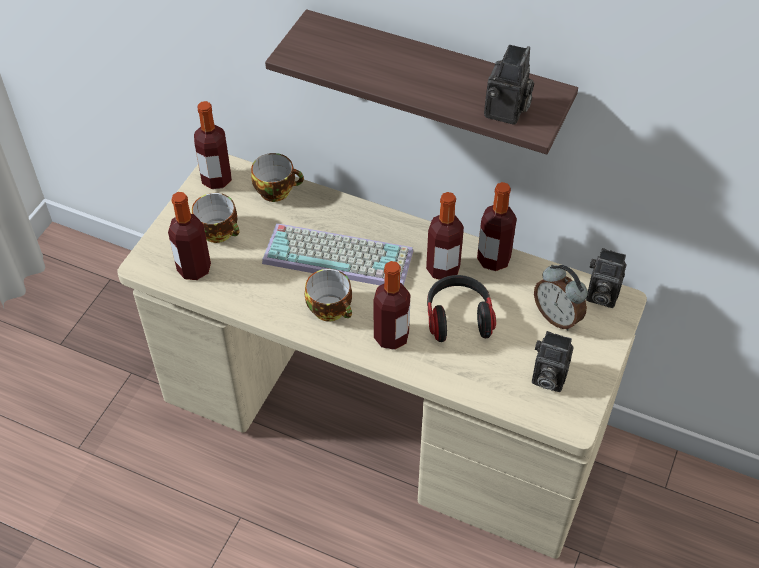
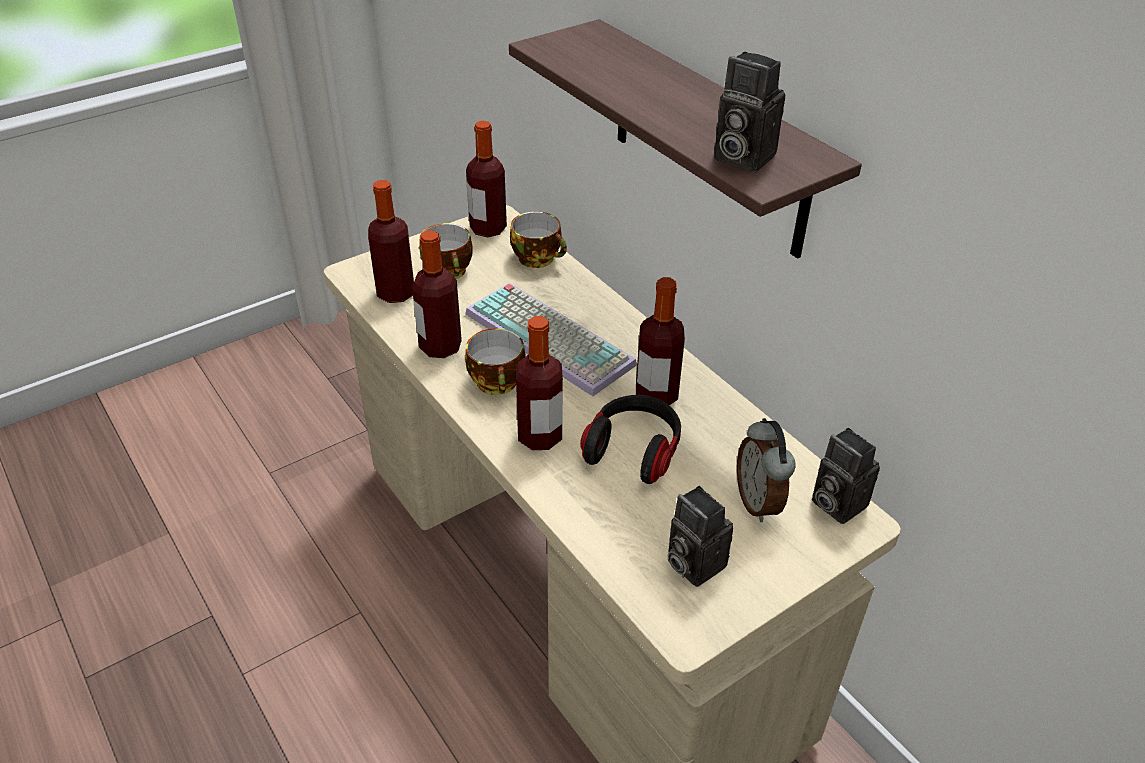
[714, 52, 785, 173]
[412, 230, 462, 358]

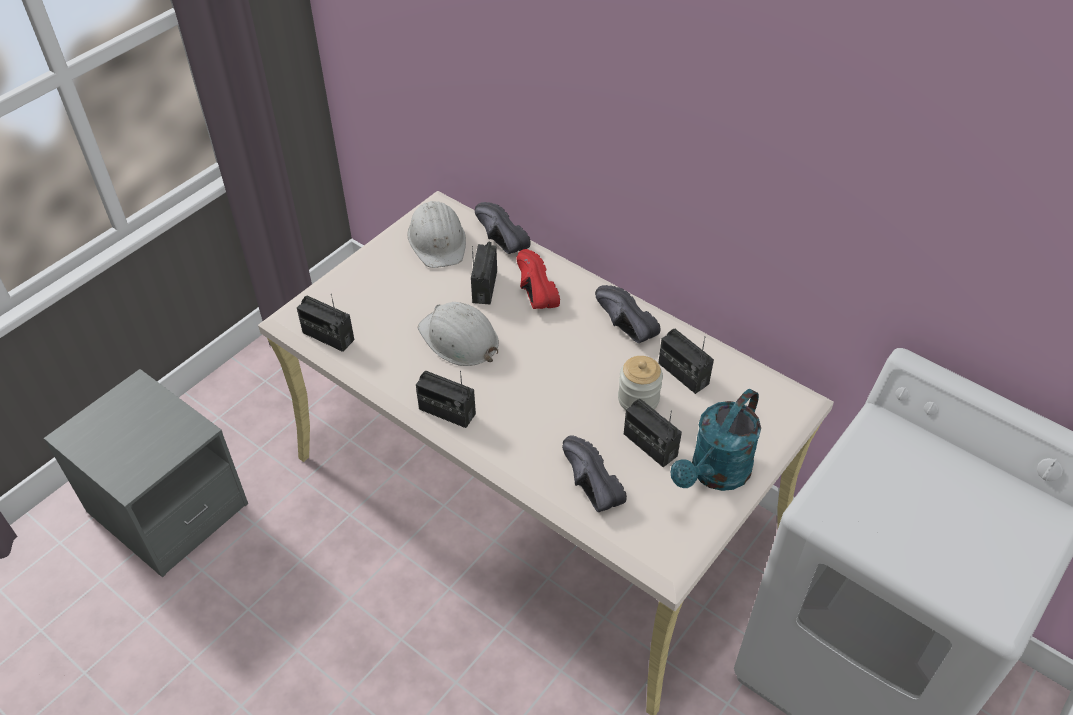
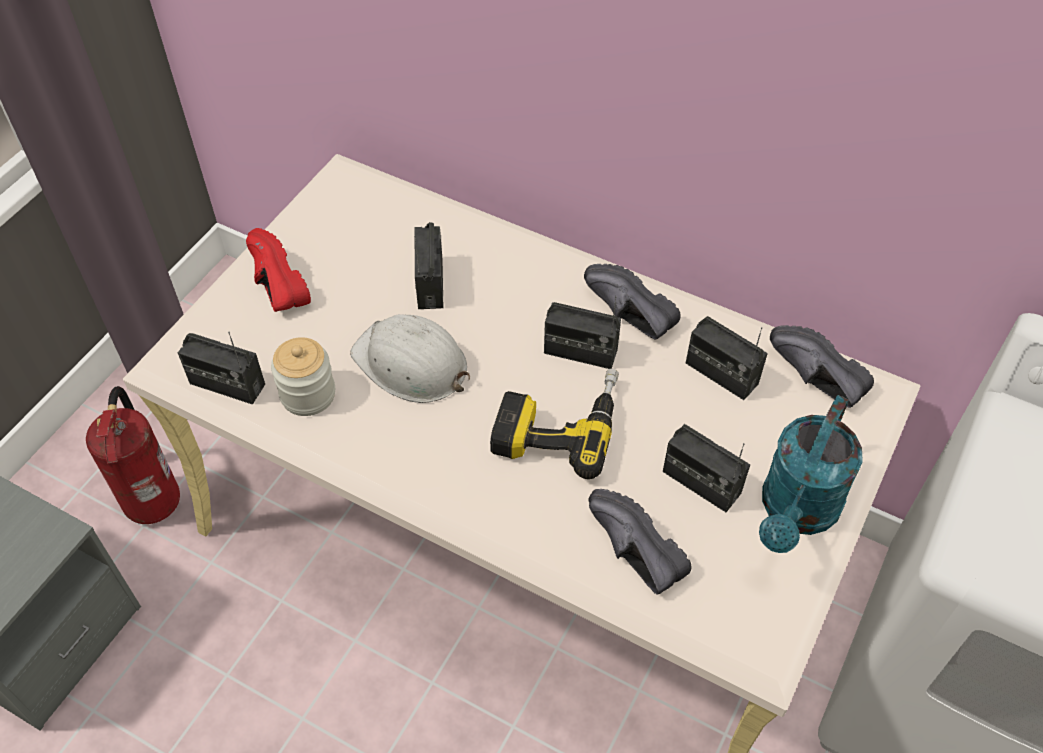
[407, 201, 466, 268] (first image)
[770, 325, 874, 408]
[246, 228, 311, 312]
[271, 337, 335, 416]
[544, 296, 621, 369]
[490, 369, 619, 479]
[86, 386, 180, 524]

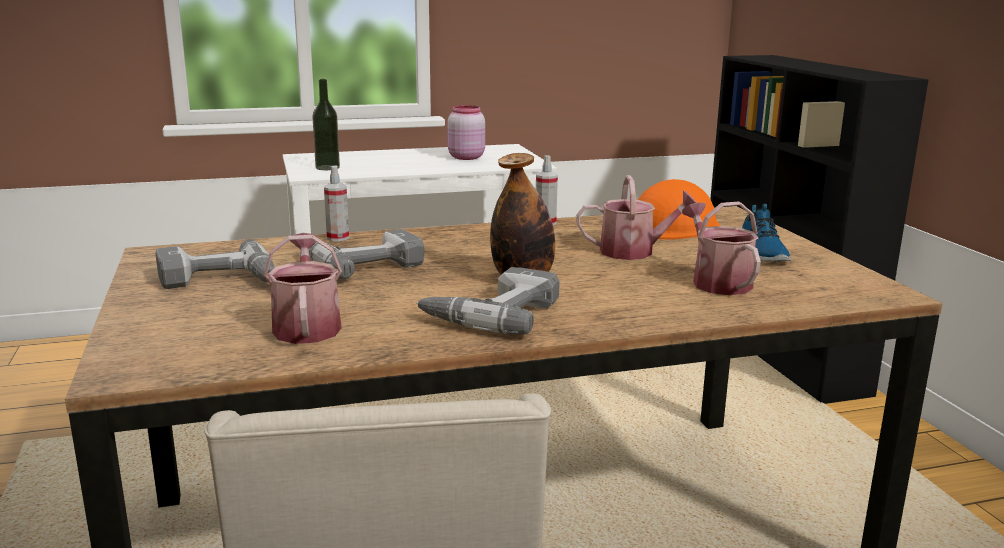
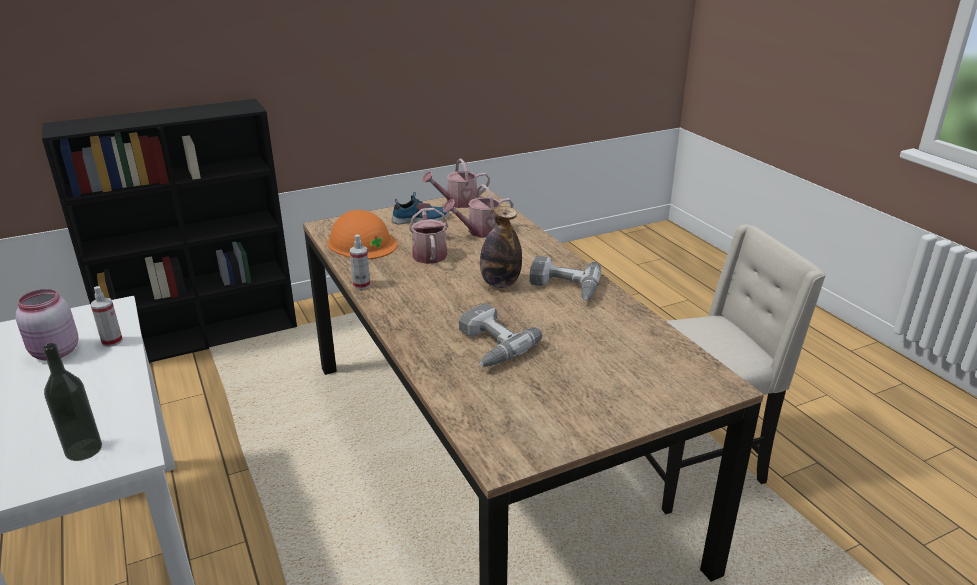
[90, 286, 123, 347]
[422, 159, 490, 208]
[155, 240, 274, 289] (first image)

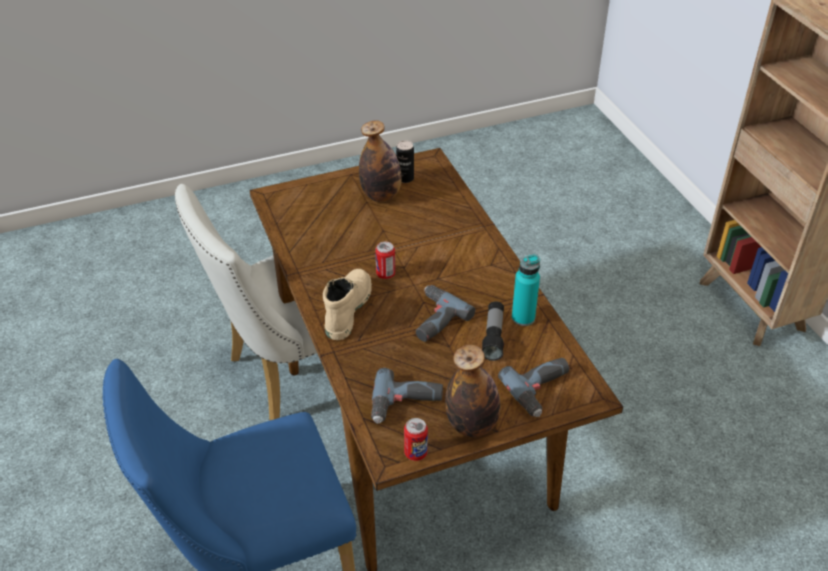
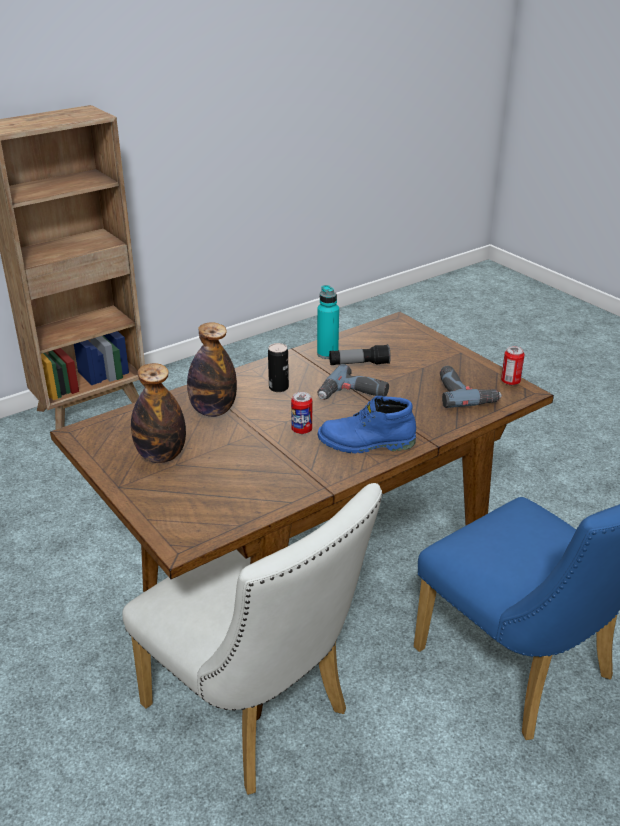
[268, 343, 289, 392]
[318, 396, 416, 453]
[187, 322, 237, 417]
[498, 358, 569, 417] (first image)

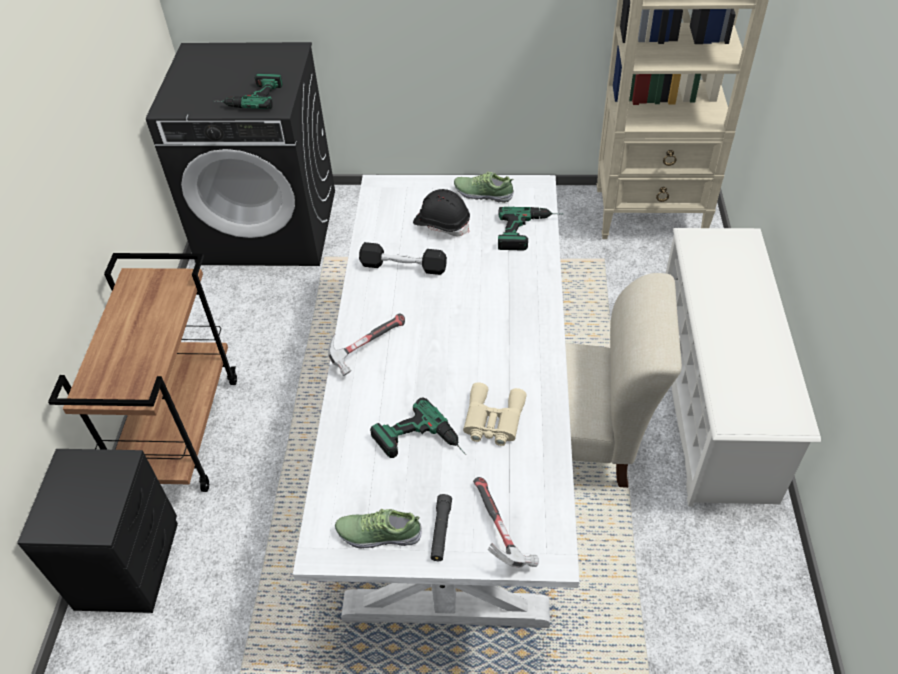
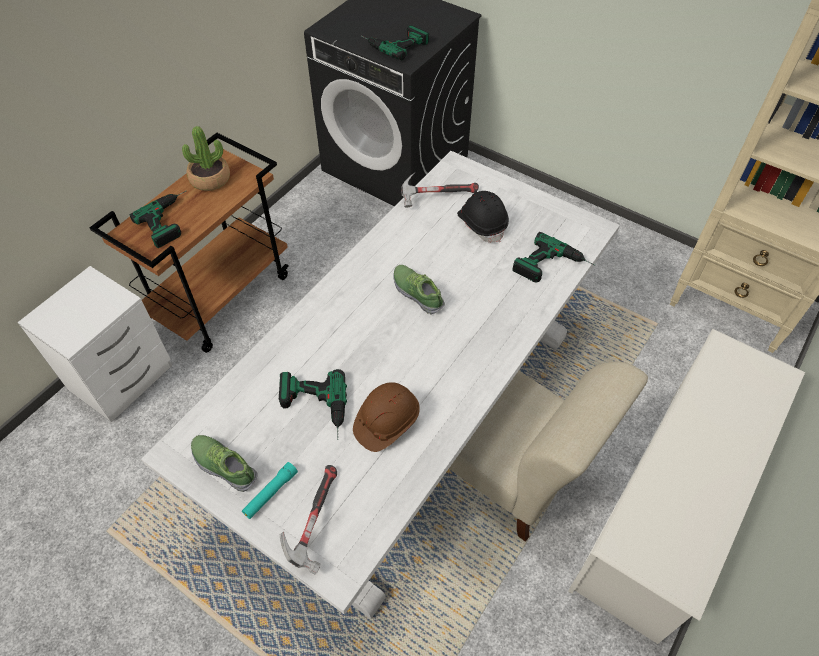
[393, 265, 445, 315]
[359, 242, 447, 275] (first image)
[401, 173, 479, 207]
[353, 382, 420, 452]
[18, 266, 172, 422]
[242, 462, 298, 519]
[182, 126, 230, 191]
[129, 190, 187, 248]

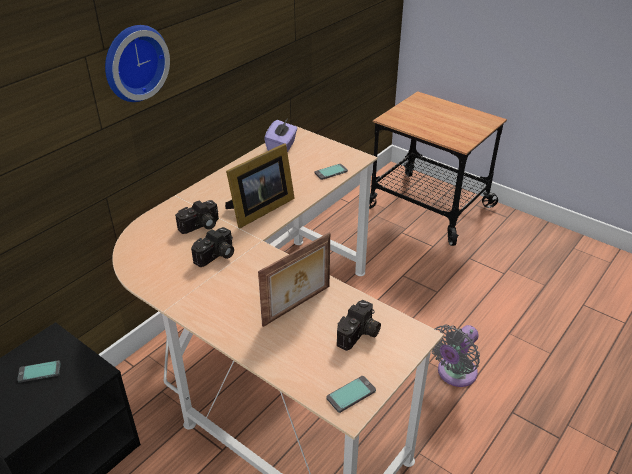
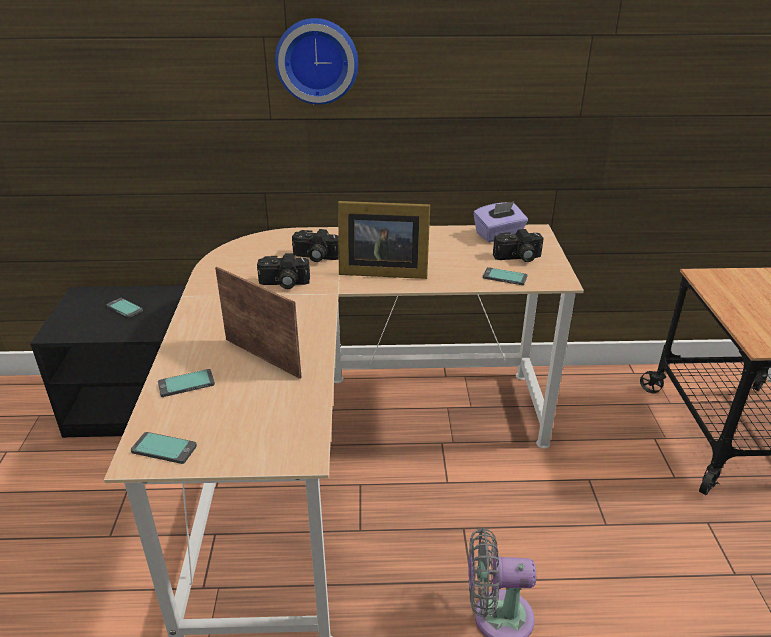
[215, 267, 302, 379]
[493, 229, 543, 262]
[158, 369, 215, 397]

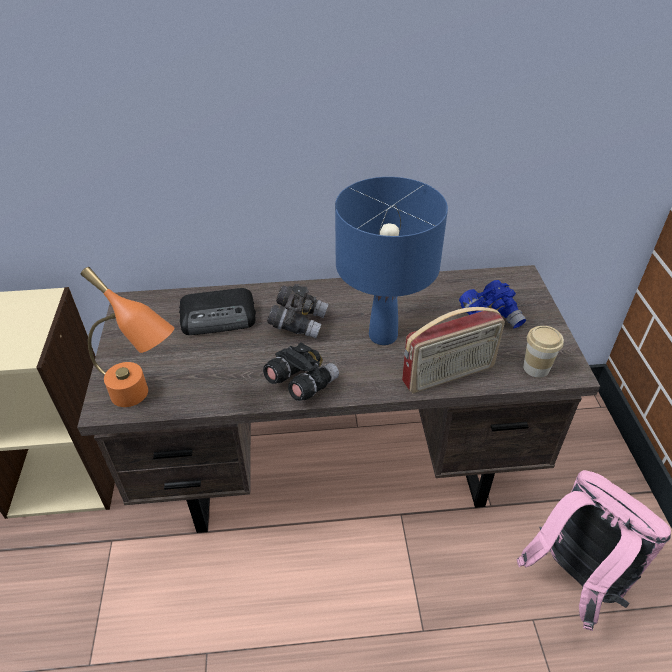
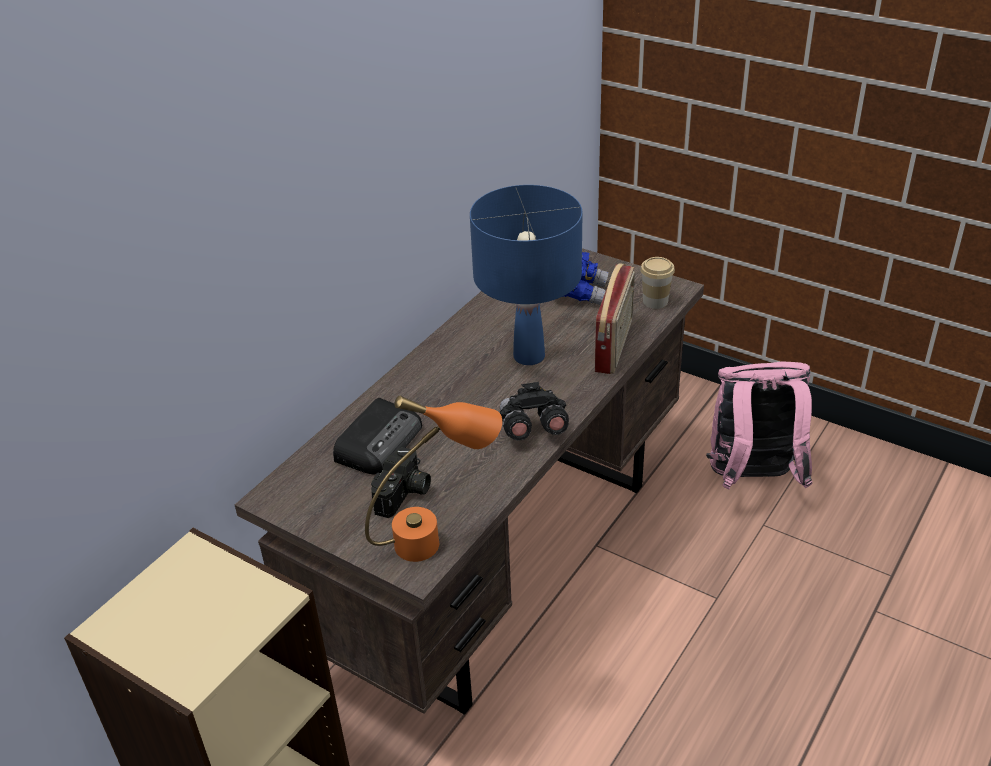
[267, 284, 329, 338] (first image)
[371, 447, 431, 518]

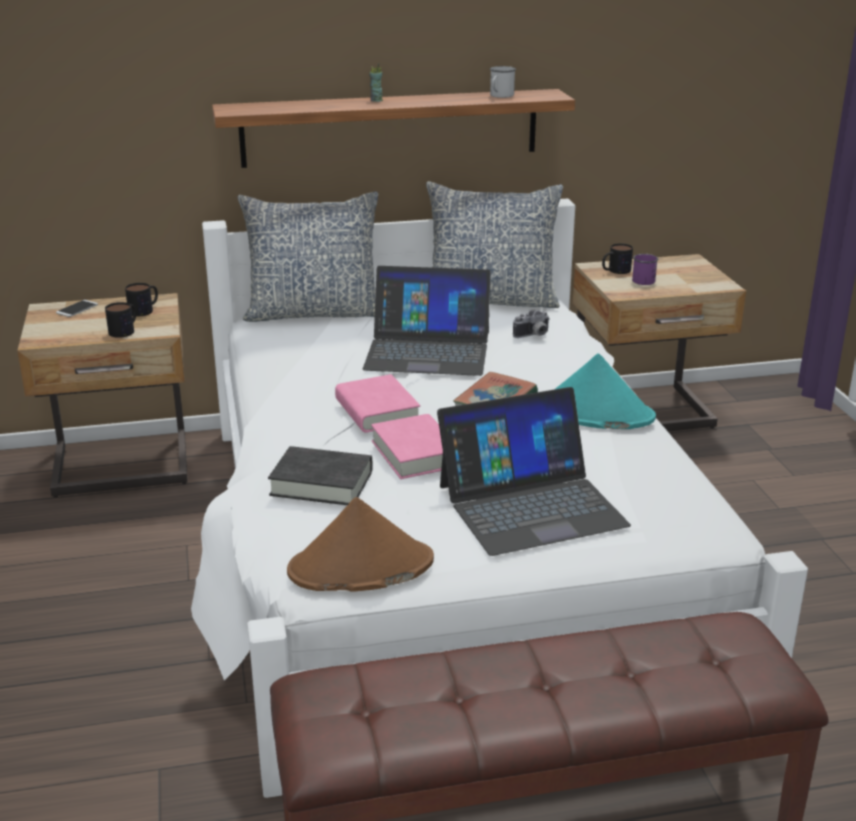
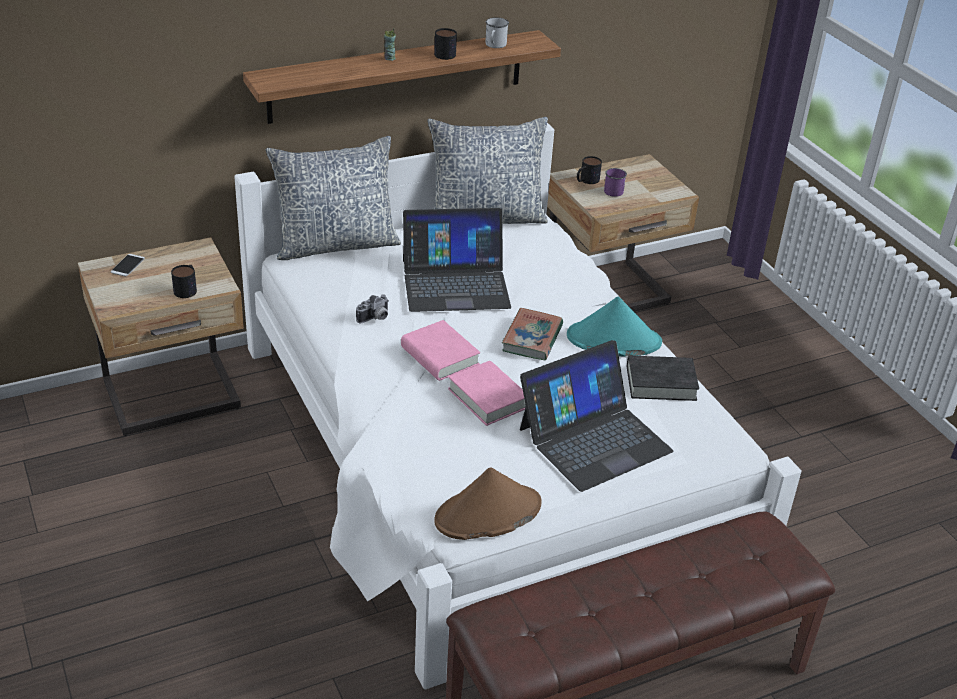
[434, 28, 457, 60]
[356, 294, 389, 323]
[627, 355, 699, 401]

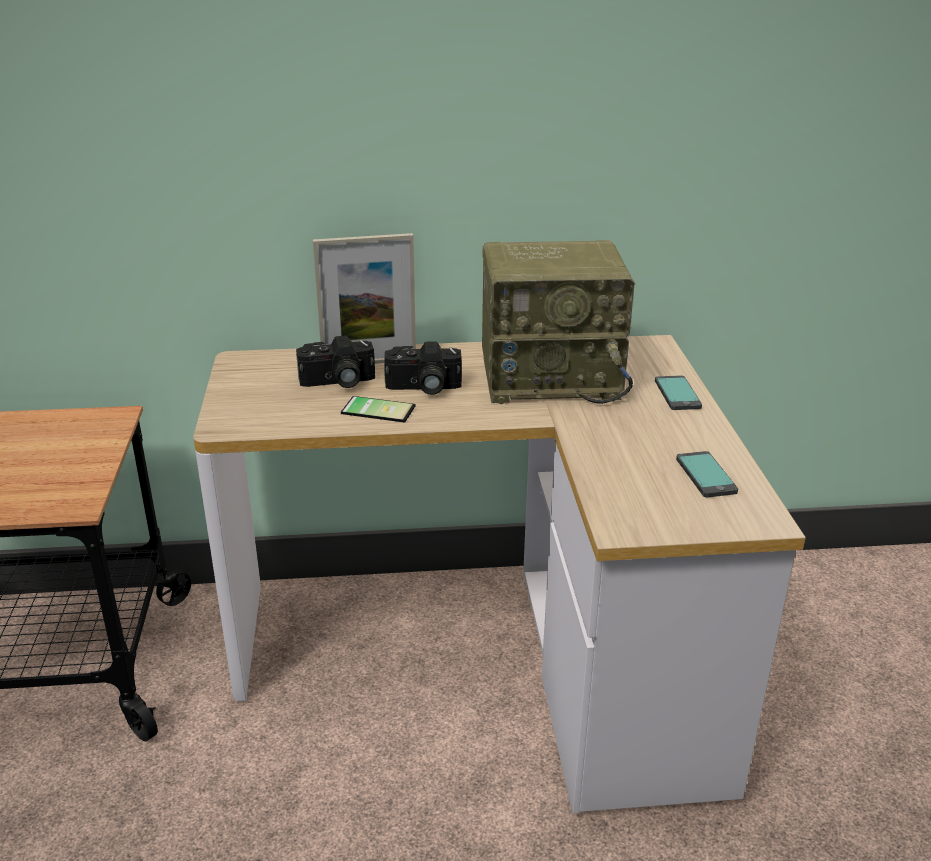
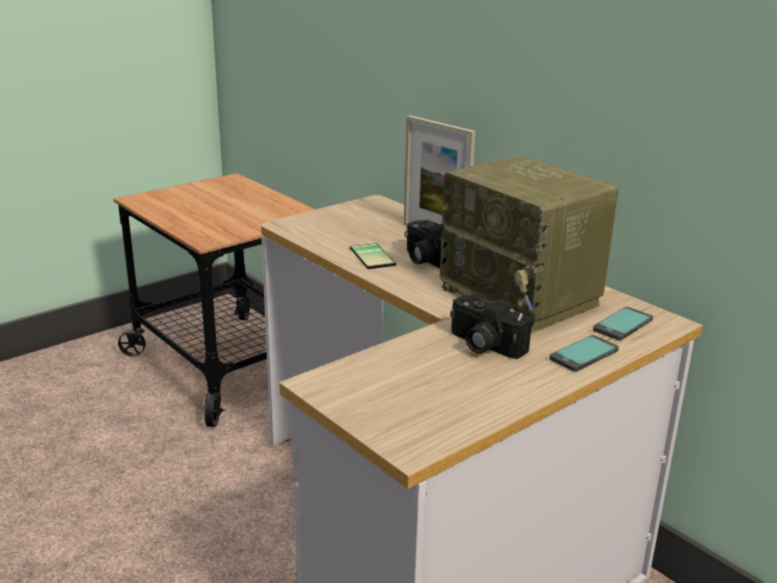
[450, 294, 532, 359]
[593, 307, 653, 341]

